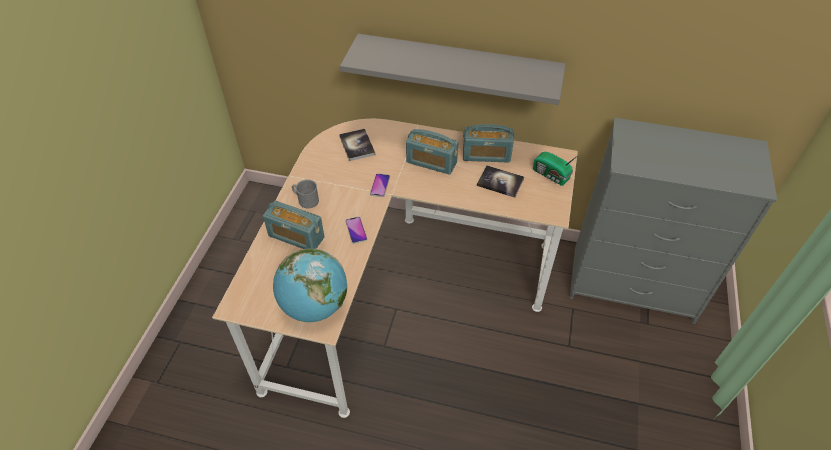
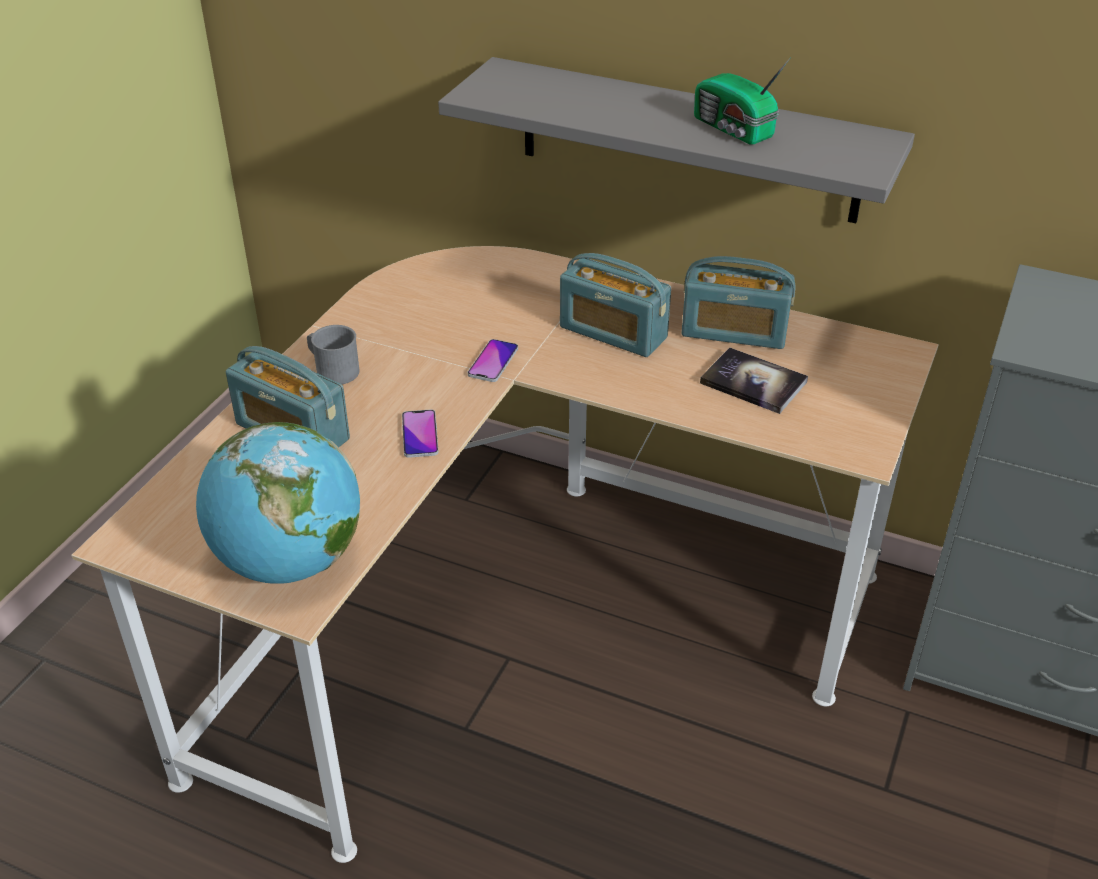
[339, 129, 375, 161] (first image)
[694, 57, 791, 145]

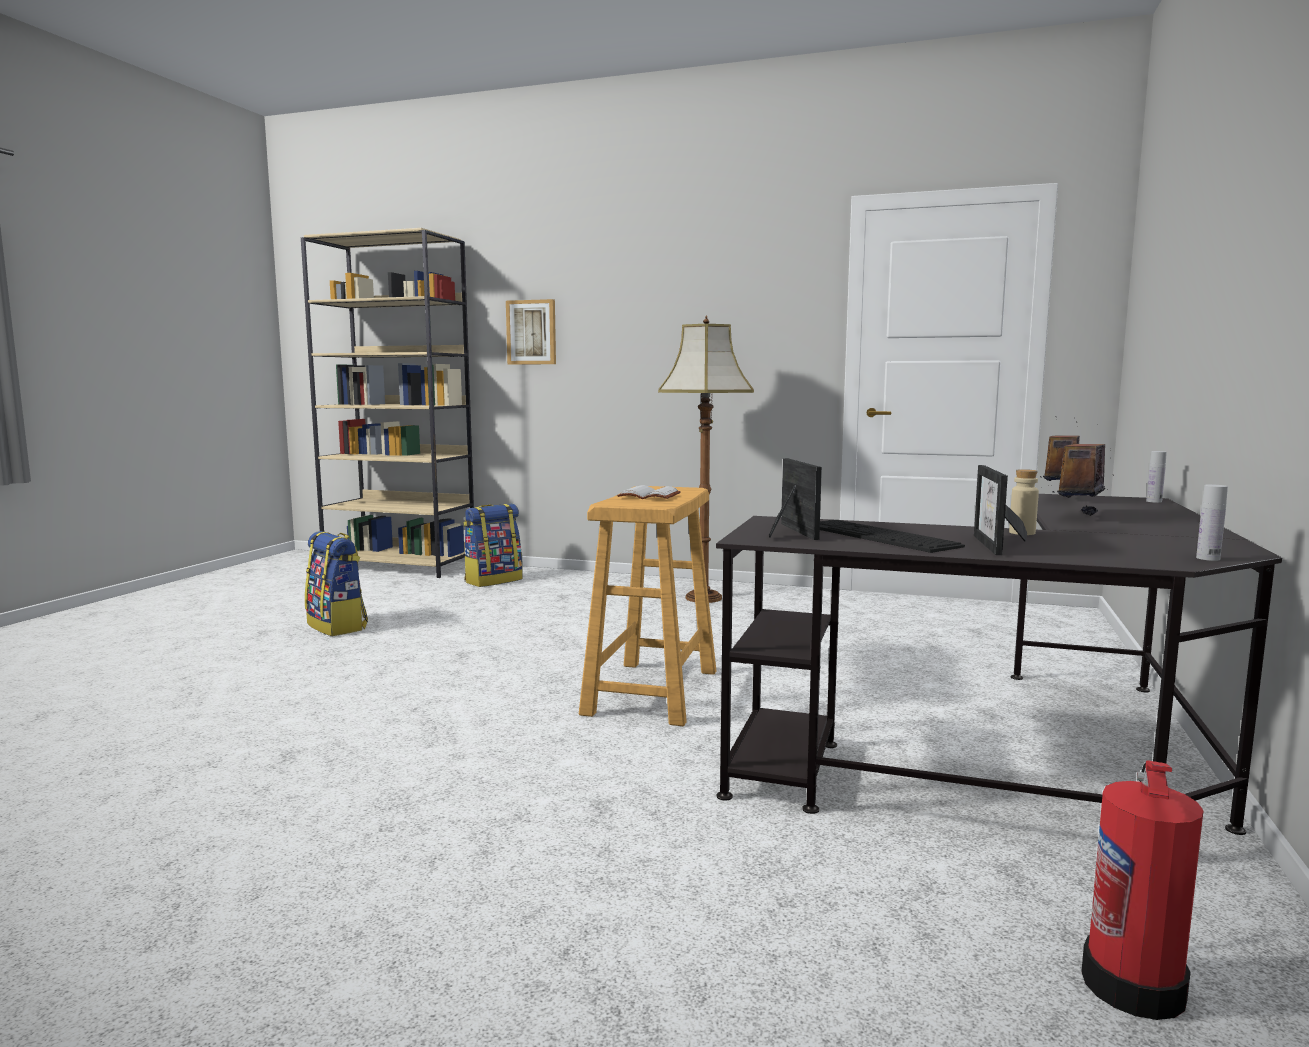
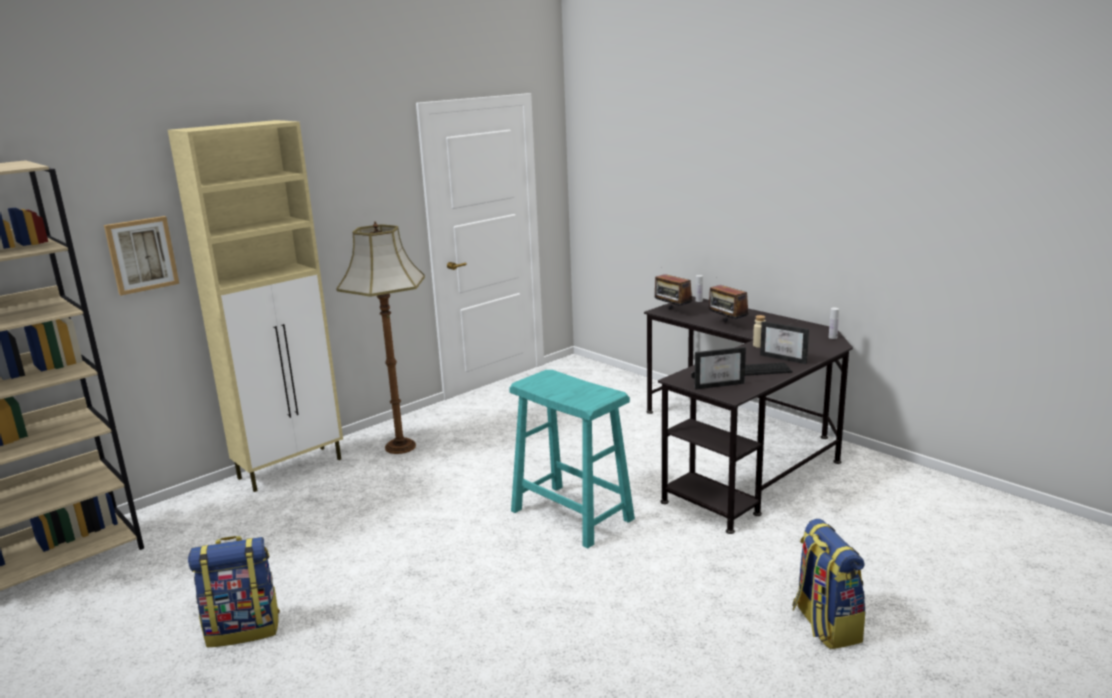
[691, 347, 746, 389]
[617, 485, 681, 499] (first image)
[509, 370, 635, 549]
[792, 519, 866, 649]
[1081, 760, 1204, 1020] (first image)
[168, 120, 343, 492]

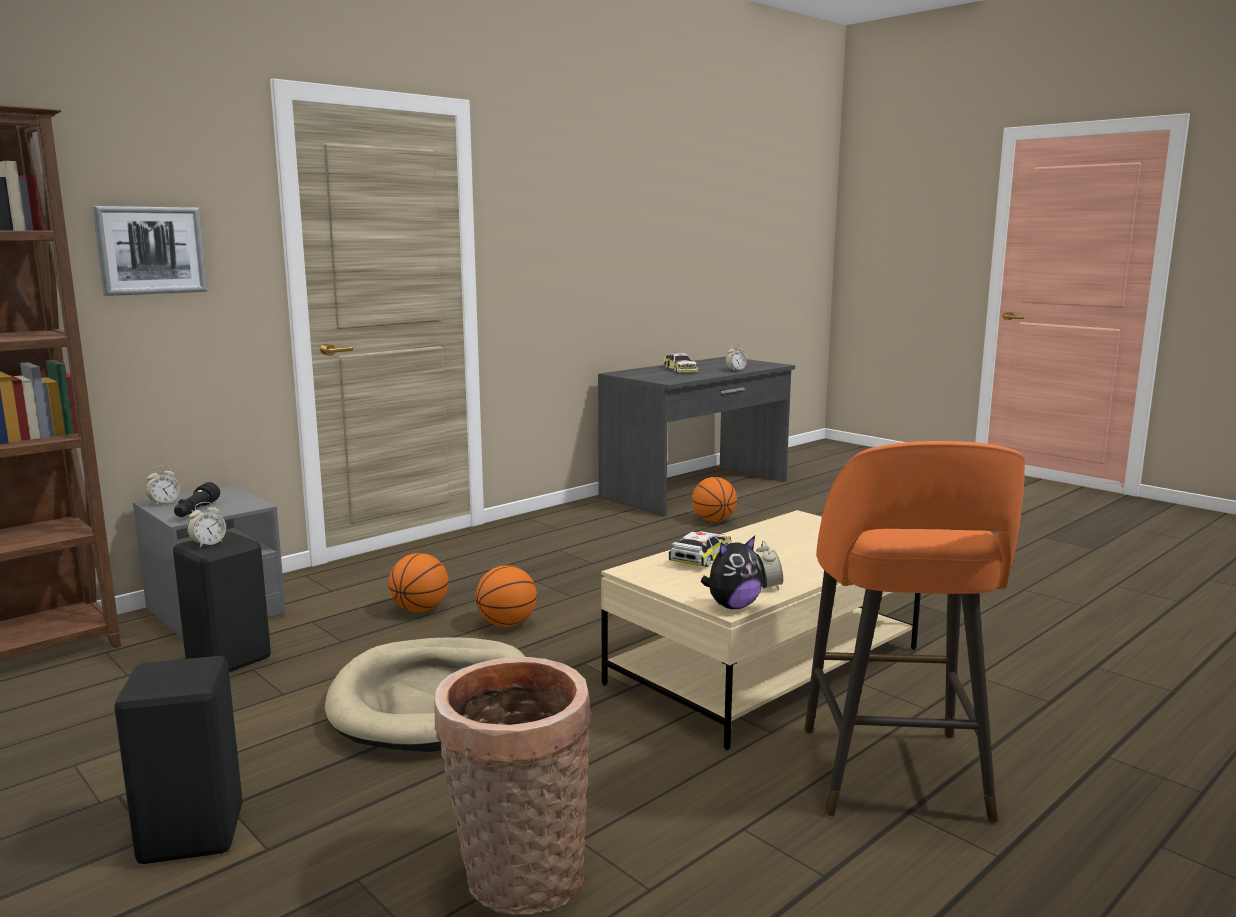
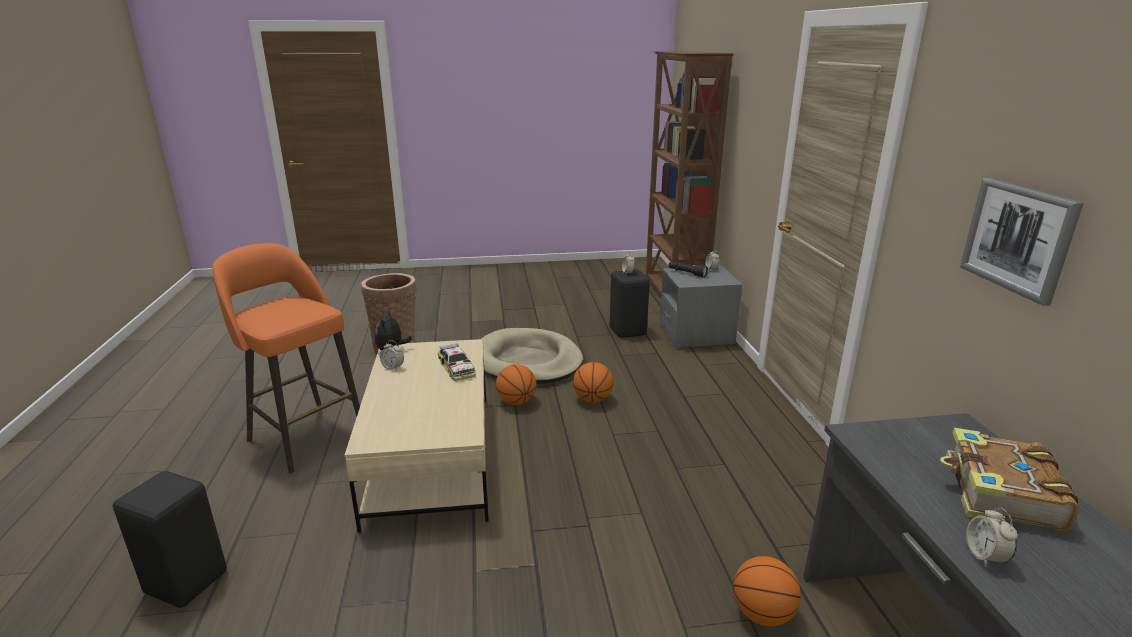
[960, 178, 1084, 306]
[940, 428, 1079, 533]
[496, 364, 536, 405]
[113, 471, 227, 608]

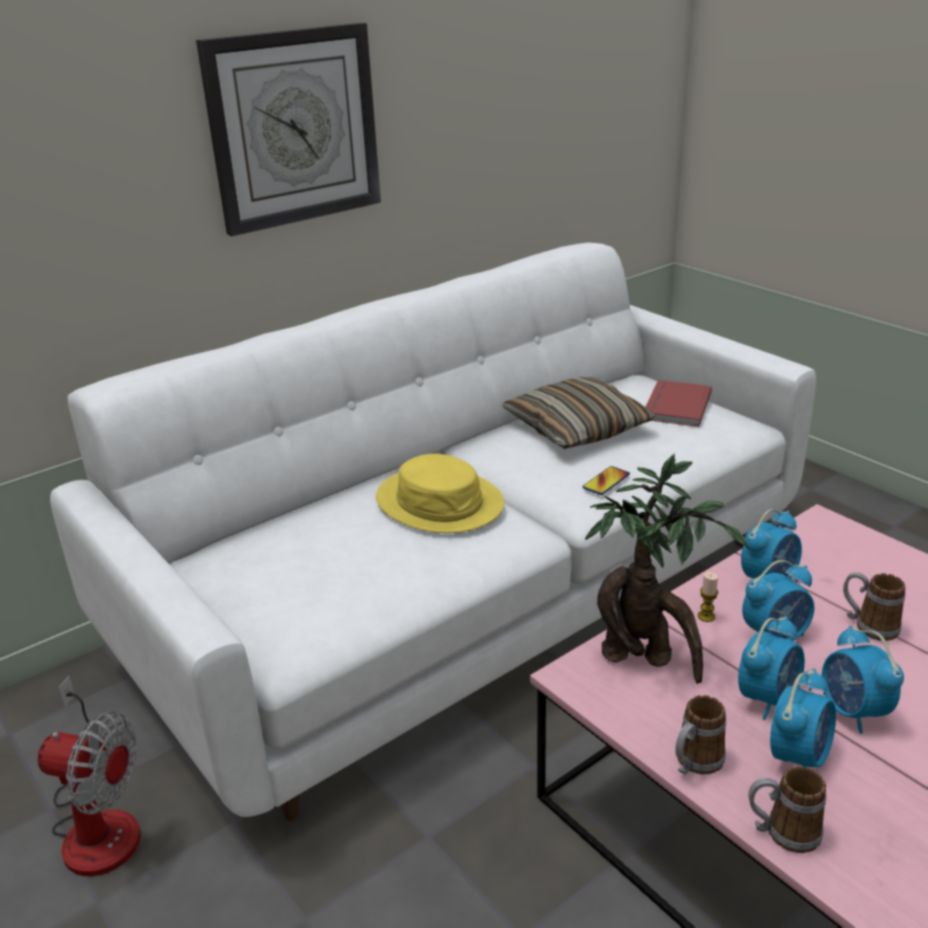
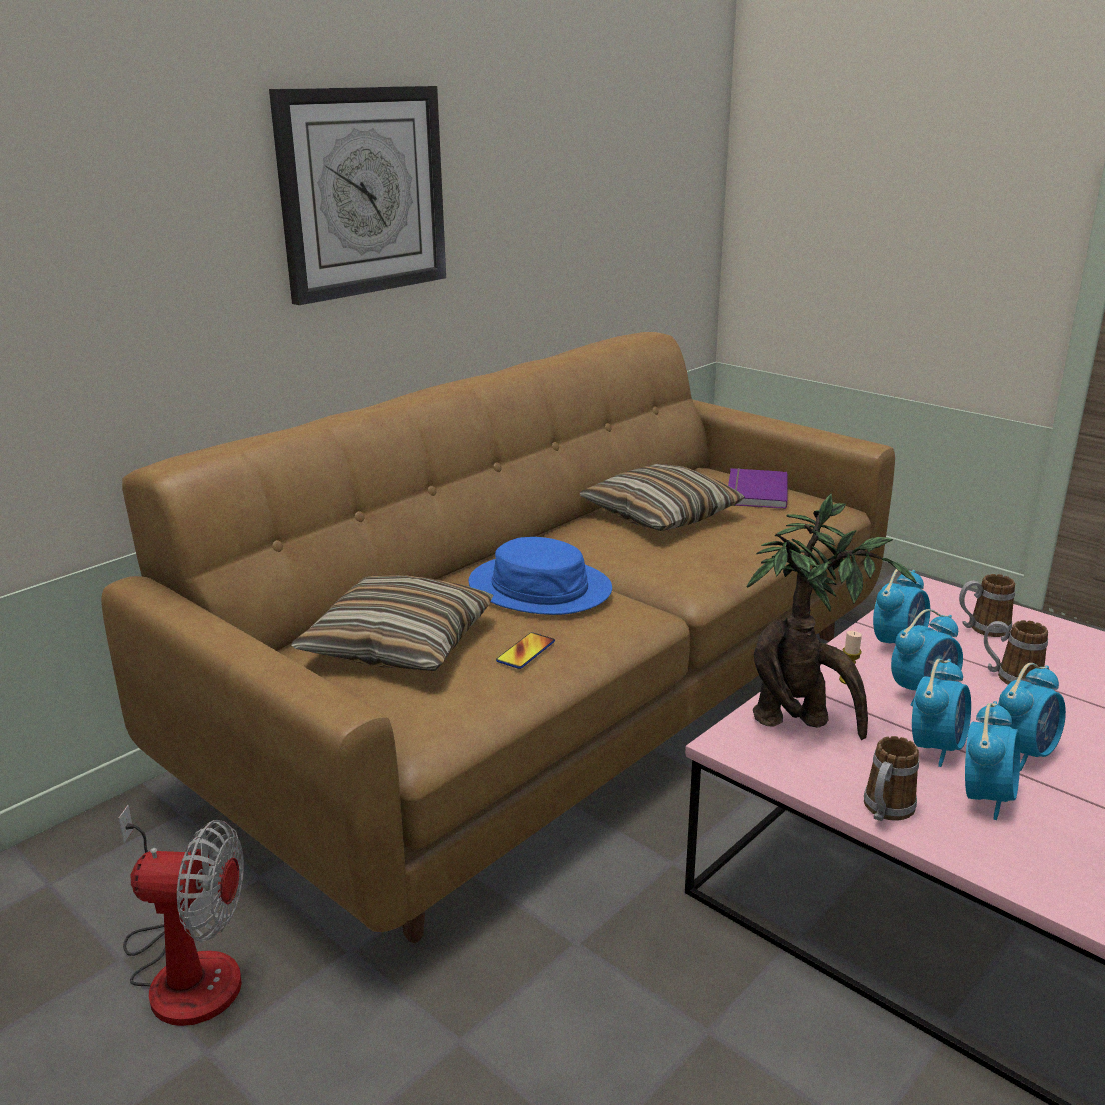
[101, 332, 895, 943]
[728, 468, 788, 509]
[468, 537, 612, 615]
[496, 632, 555, 669]
[995, 663, 1066, 771]
[959, 574, 1015, 637]
[291, 575, 493, 671]

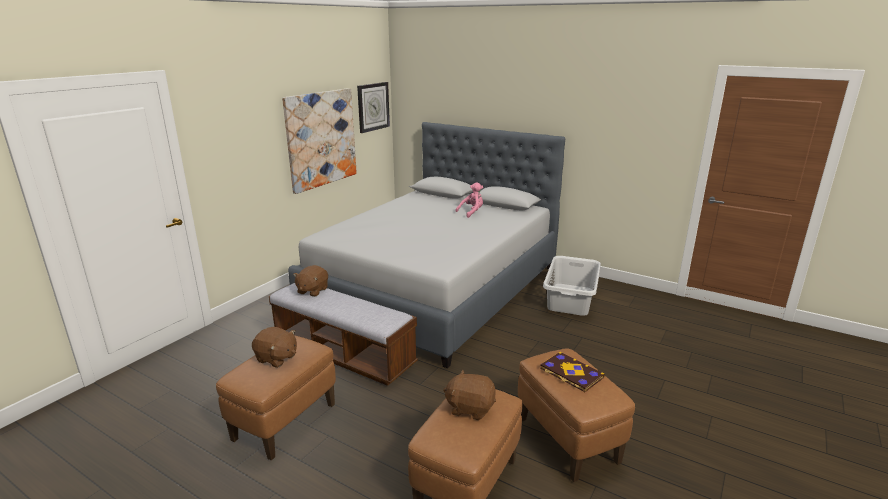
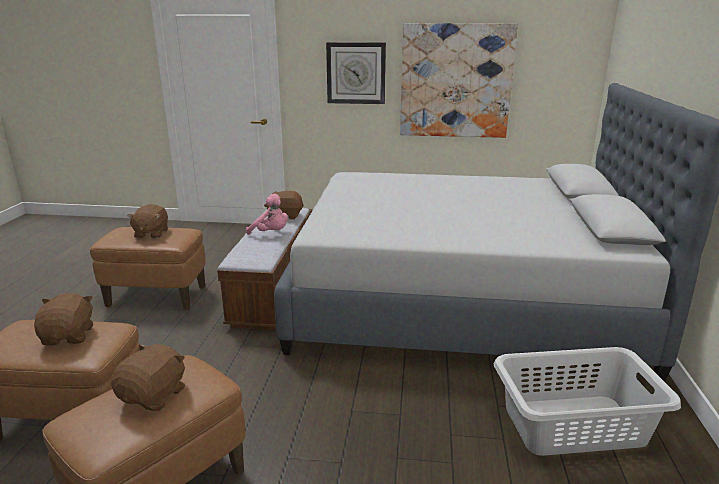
[326, 42, 386, 104]
[246, 194, 288, 235]
[111, 344, 185, 411]

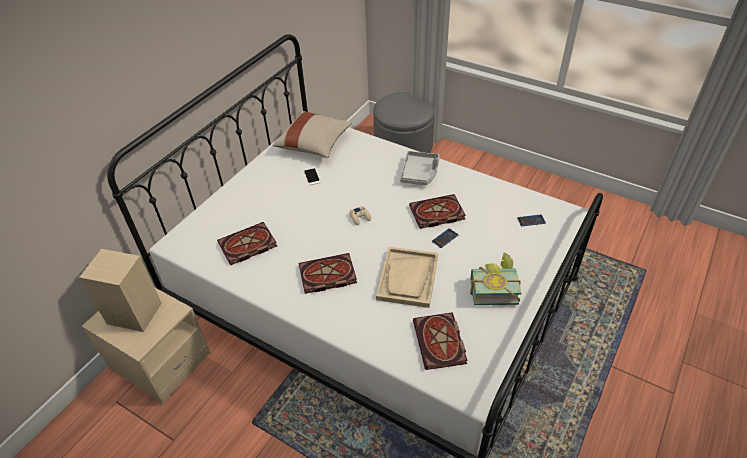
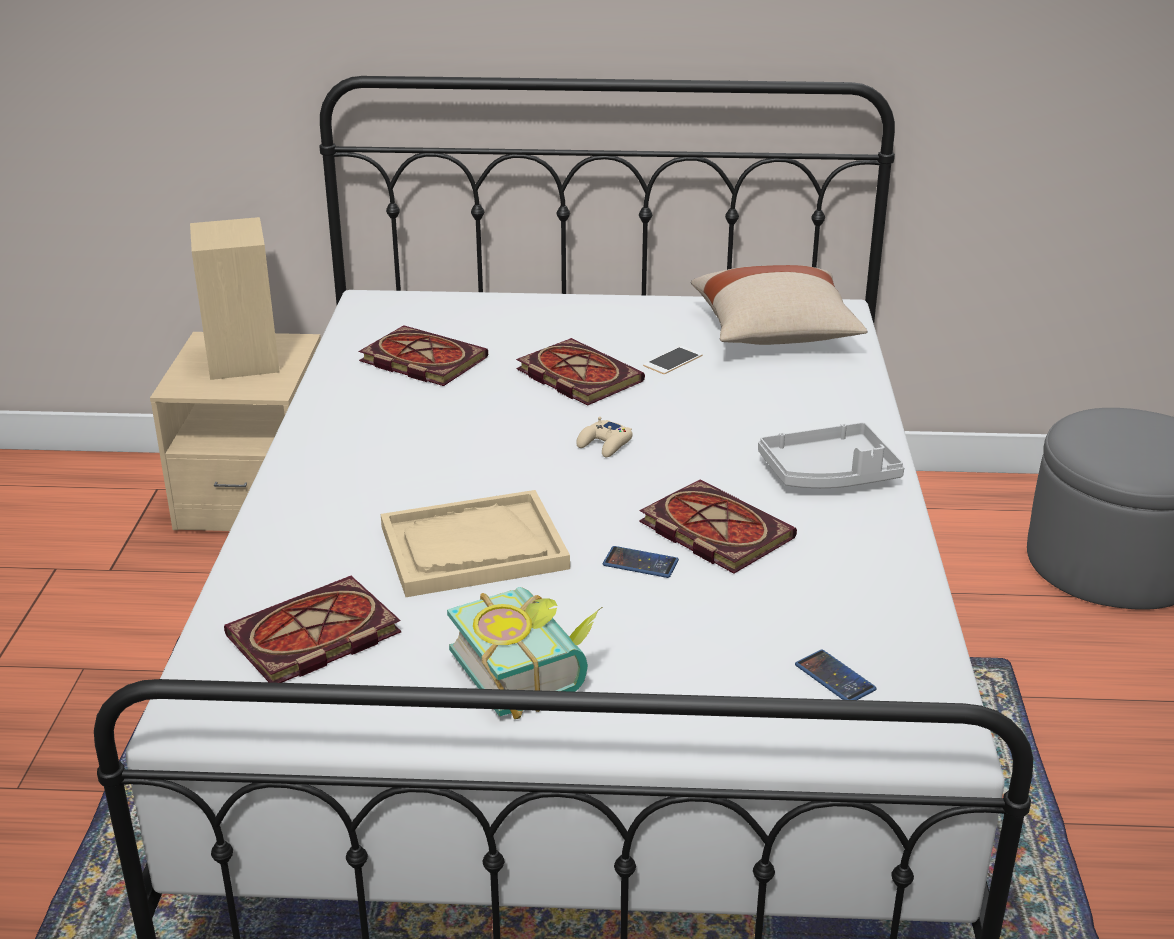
[516, 338, 645, 406]

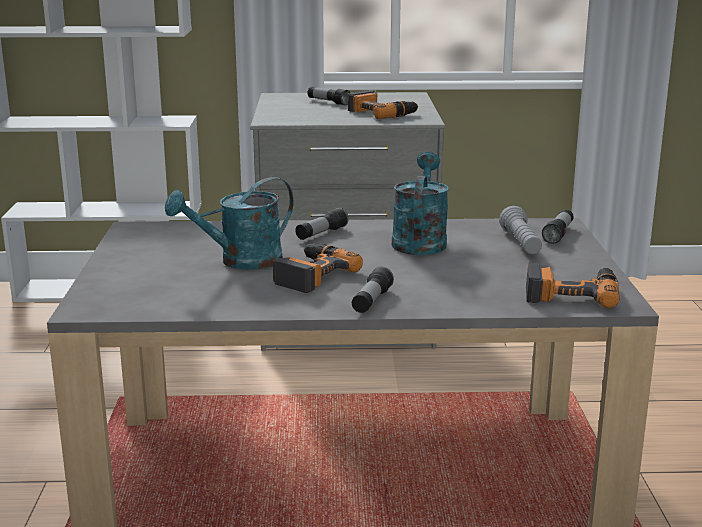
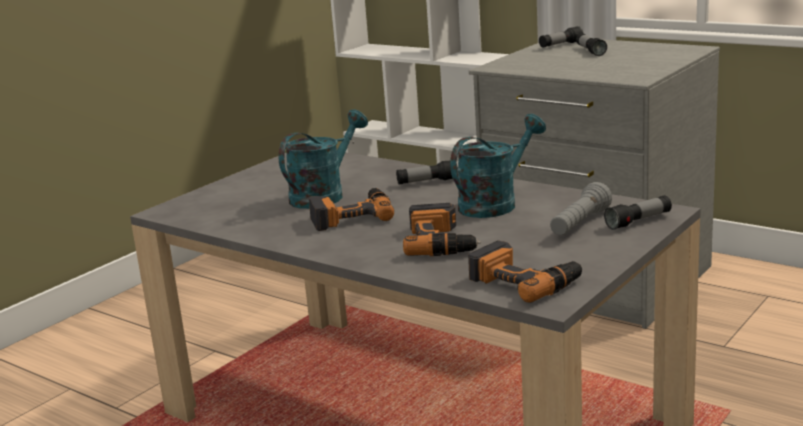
[403, 203, 481, 256]
[278, 109, 368, 209]
[539, 26, 583, 47]

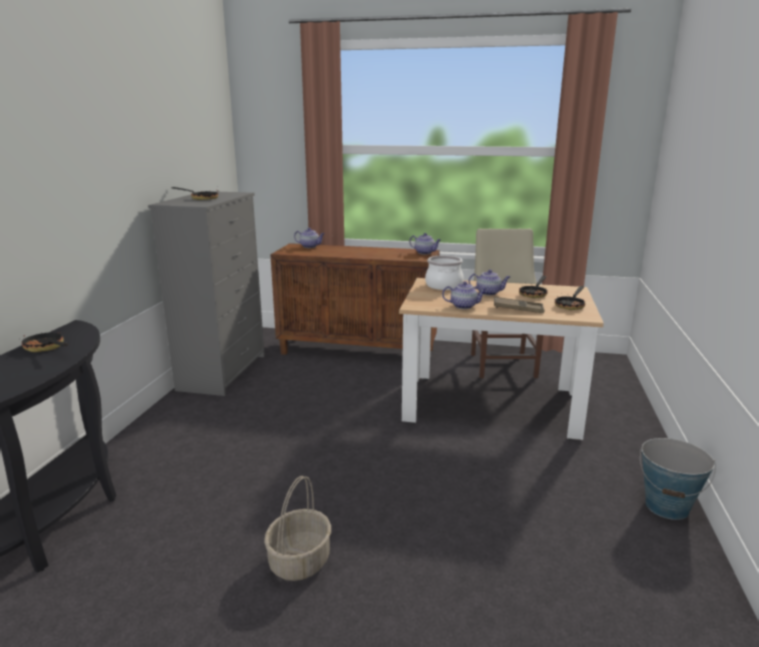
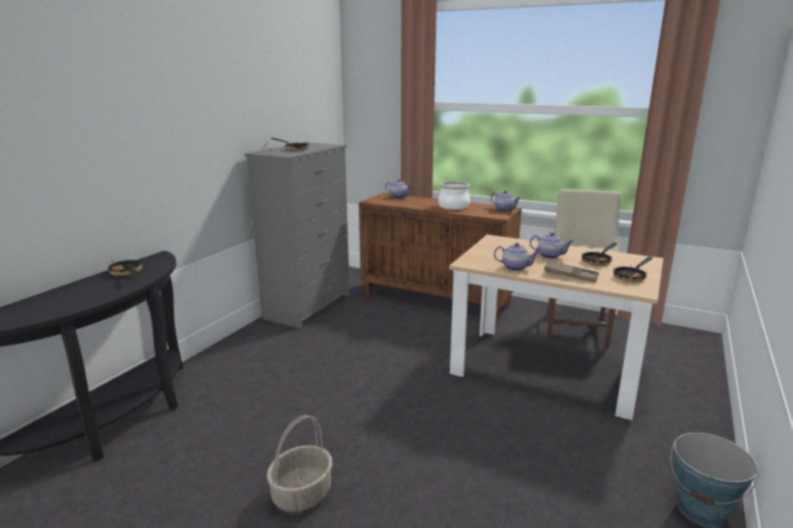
[438, 181, 470, 210]

